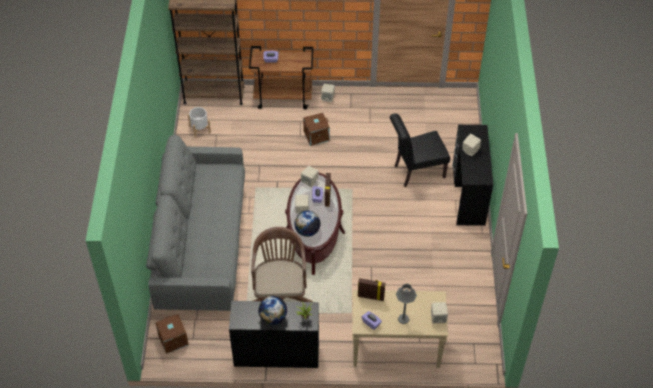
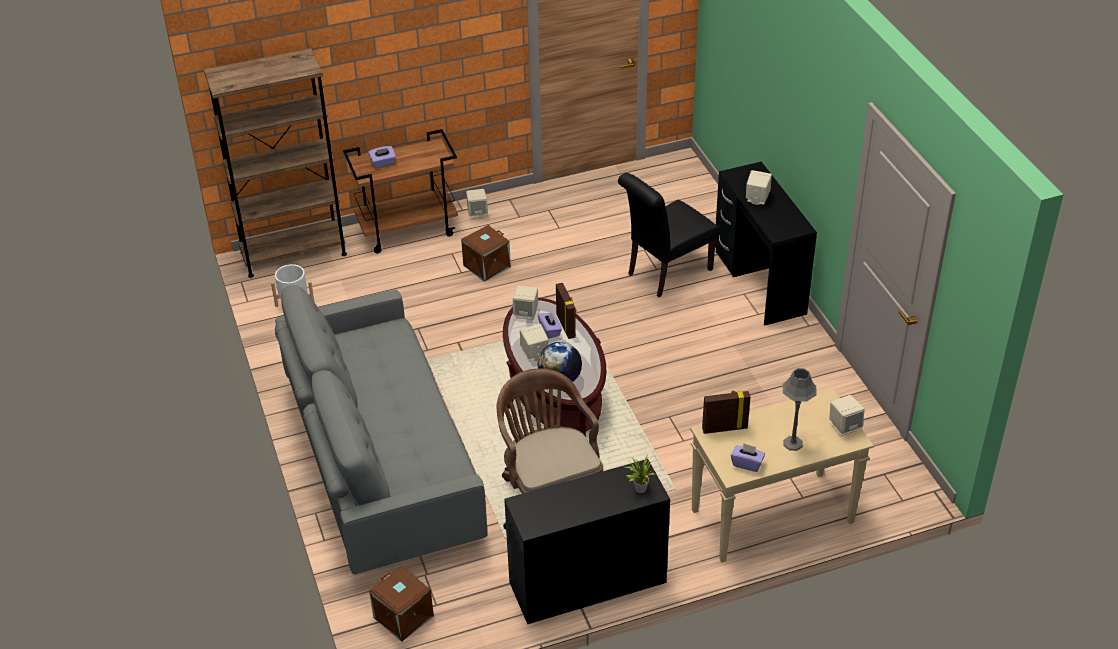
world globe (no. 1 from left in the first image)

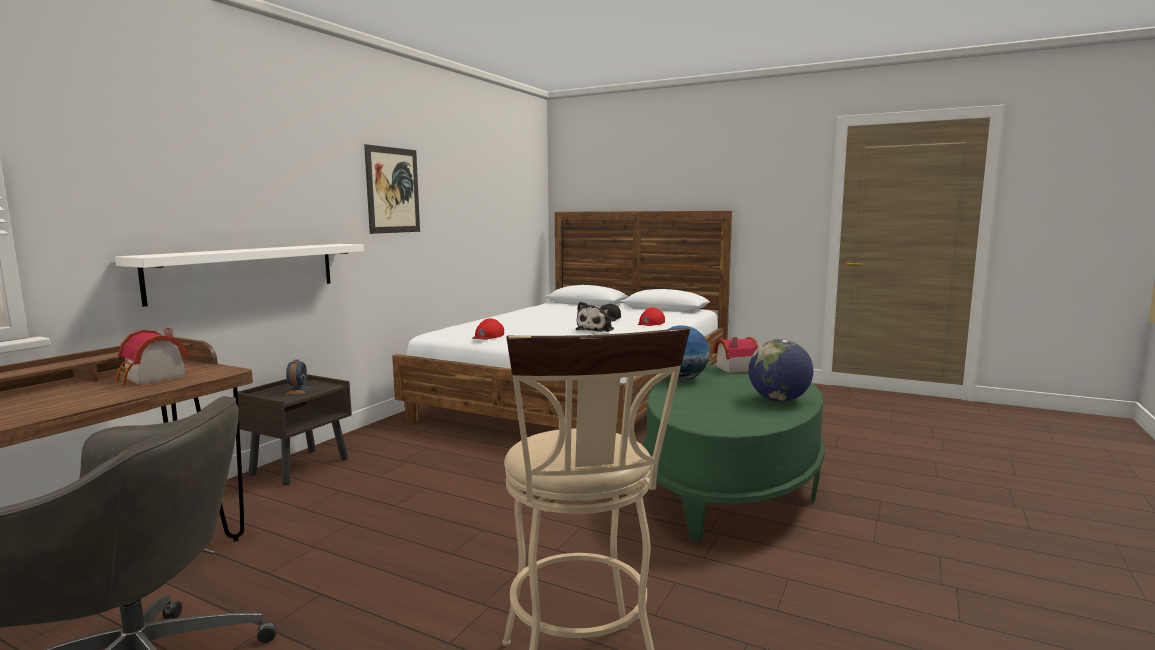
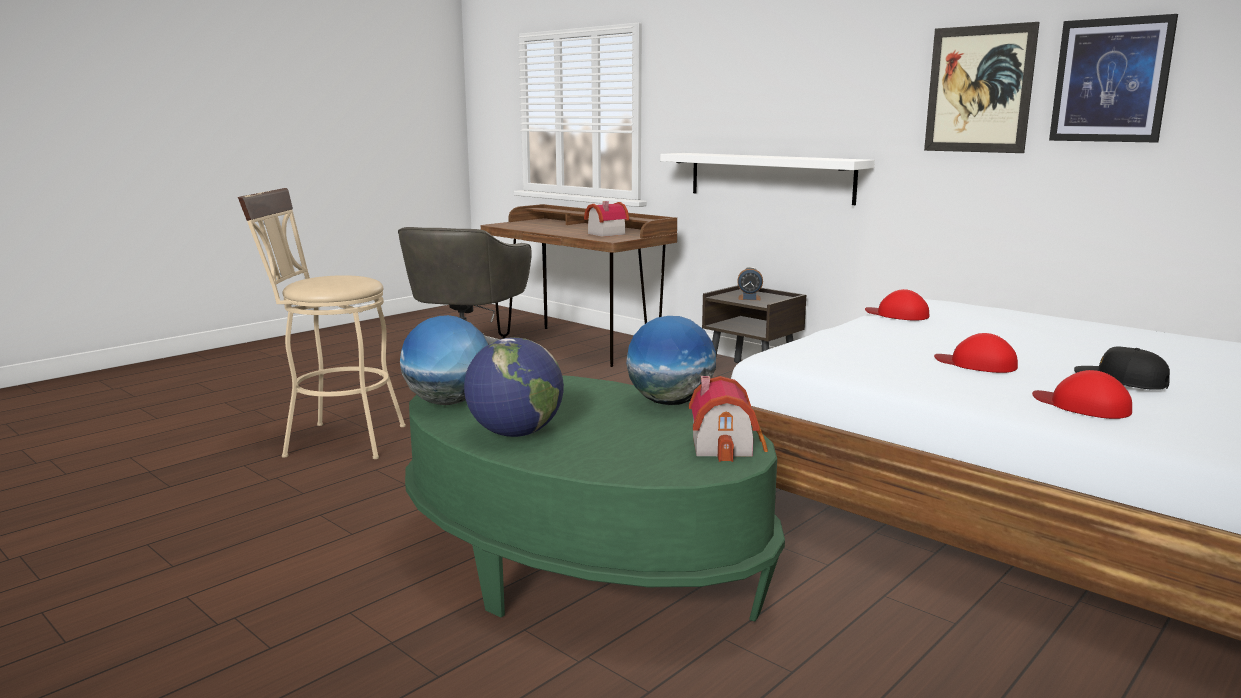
world globe (no. 1 from left)
wall picture (no. 2 from left)
peaked cap (red-coloured) (no. 2 from left)

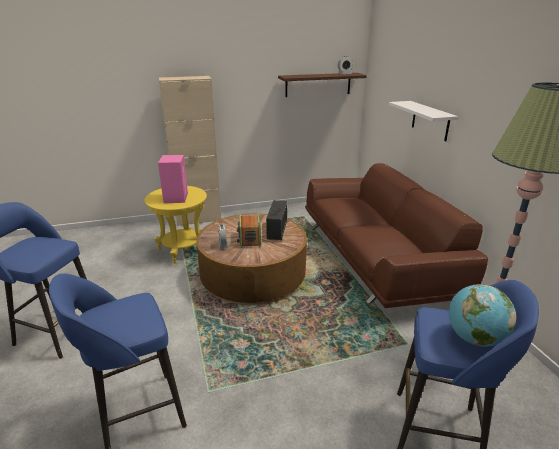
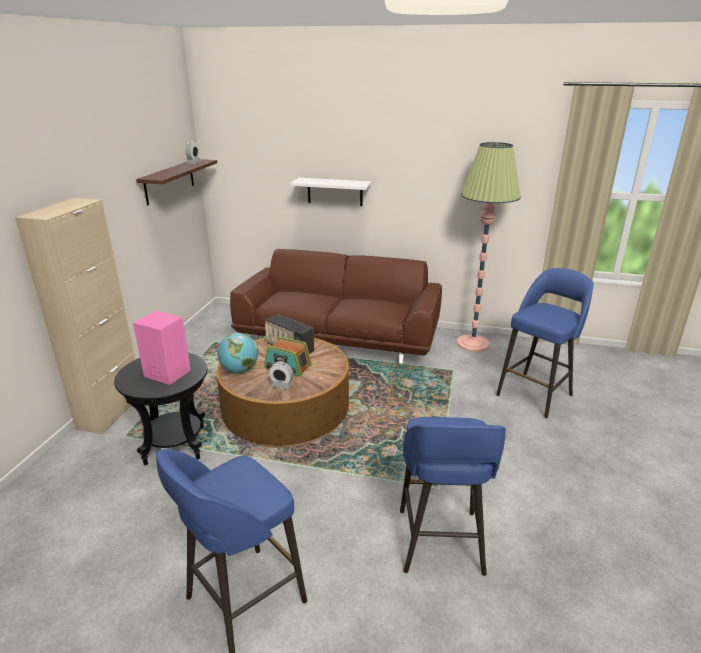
world globe
side table (black)

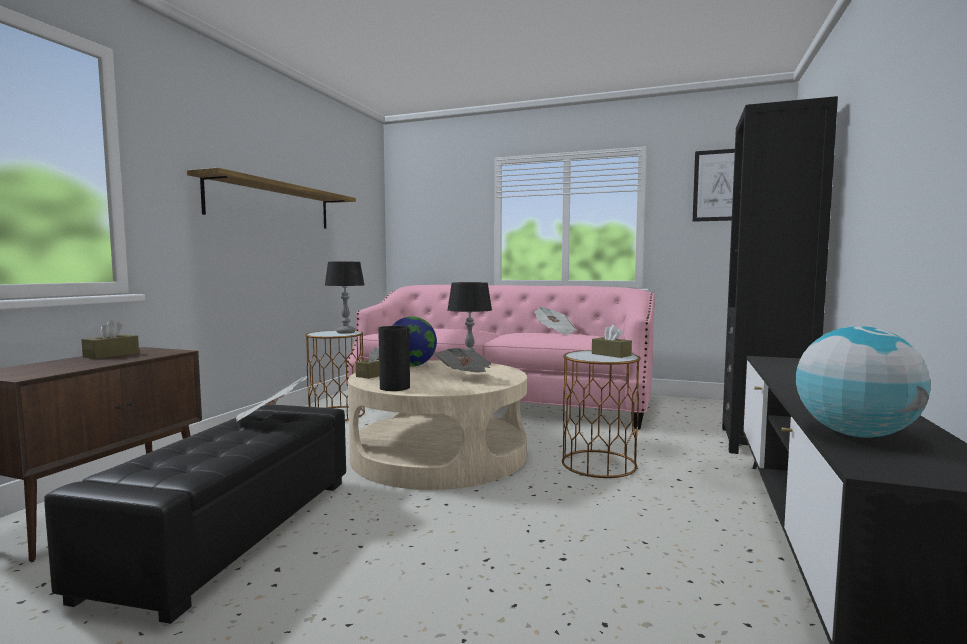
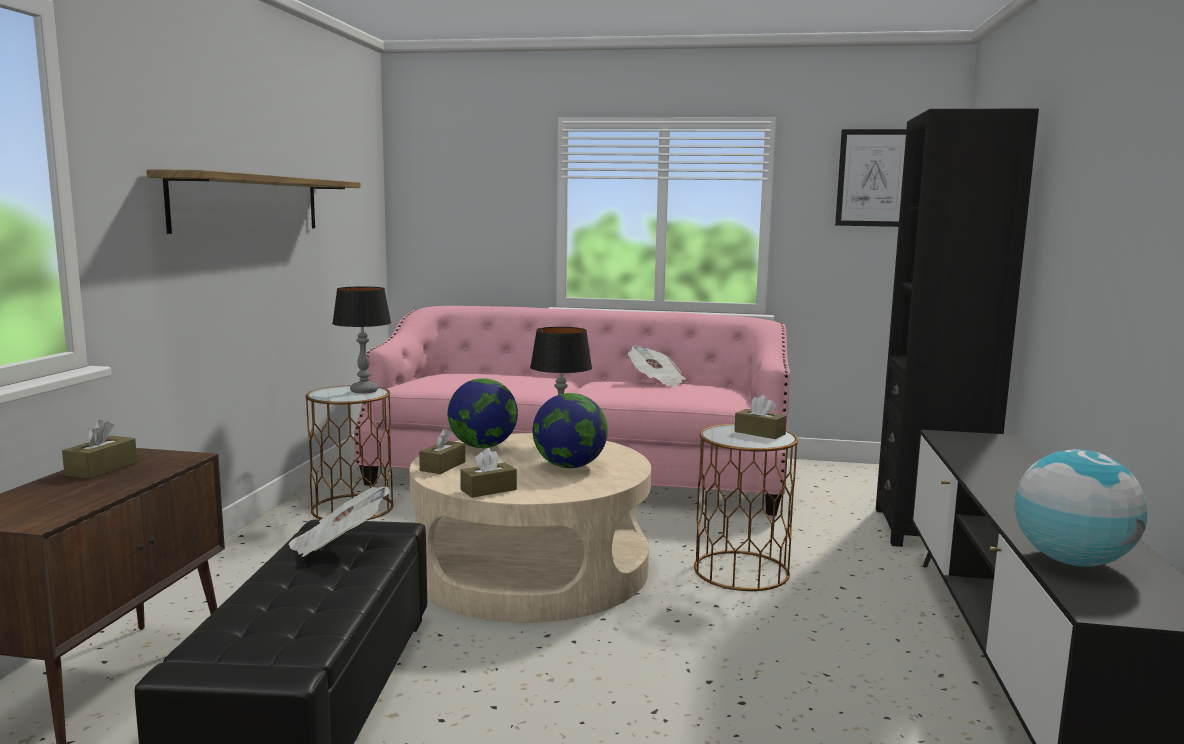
tissue holder (brown) (no. 3 from left)
world globe (no. 2 from left)

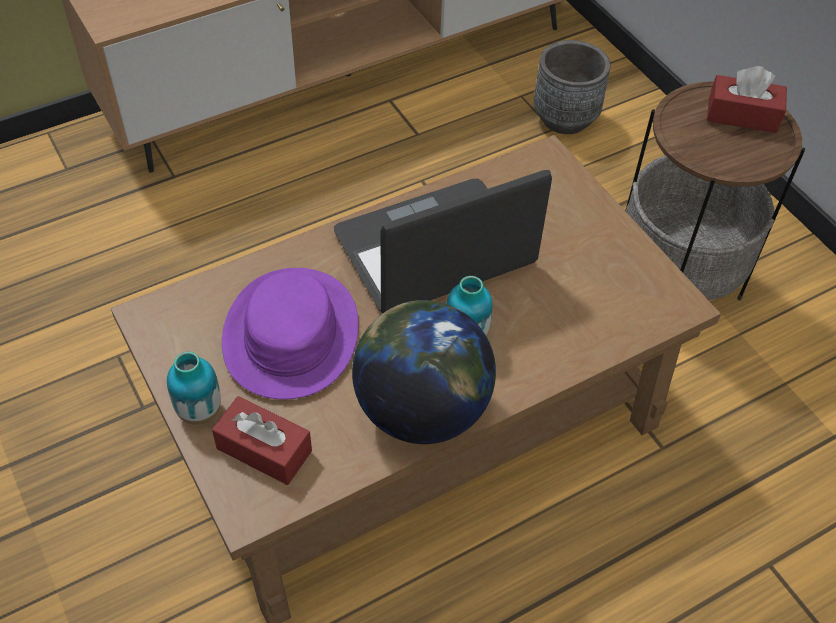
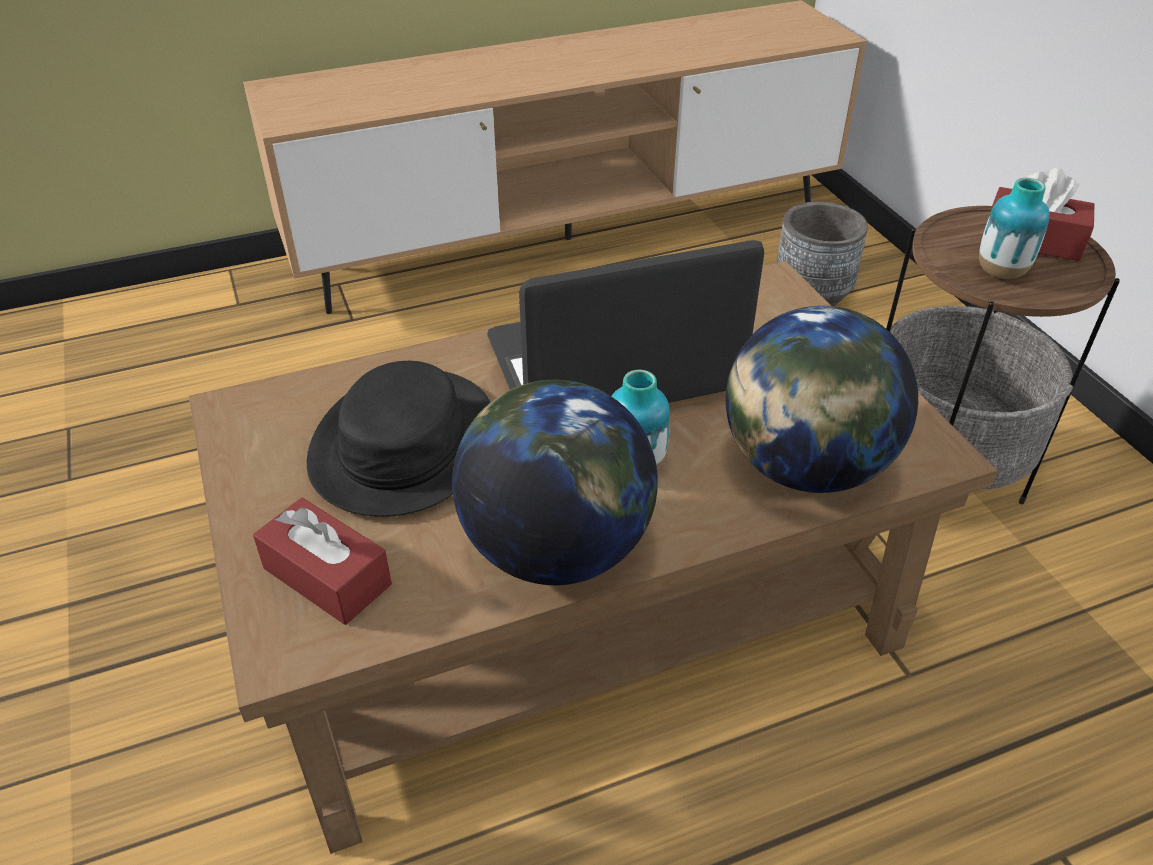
world globe (no. 2 from left)
decorative vase (no. 2 from left)
clothing hat (black)

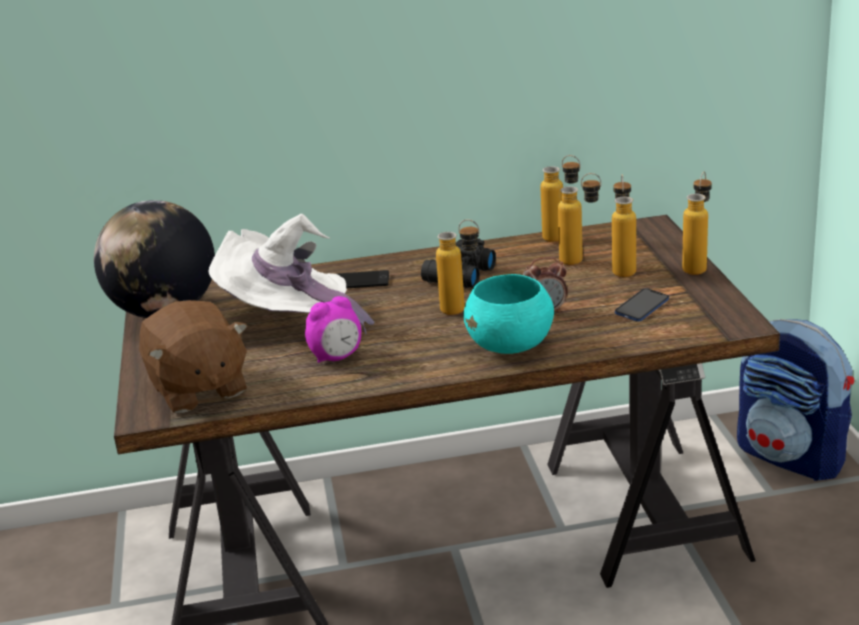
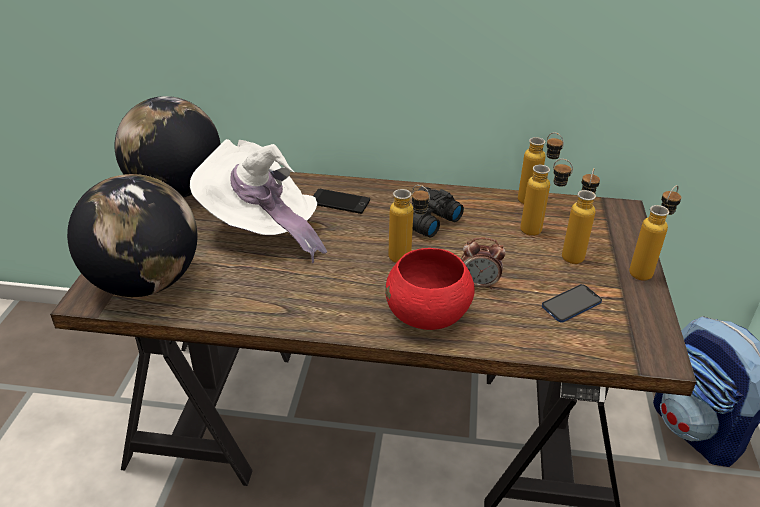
alarm clock (no. 1 from left in the first image)
world globe (no. 1 from left)
serving bowl (red-coloured)

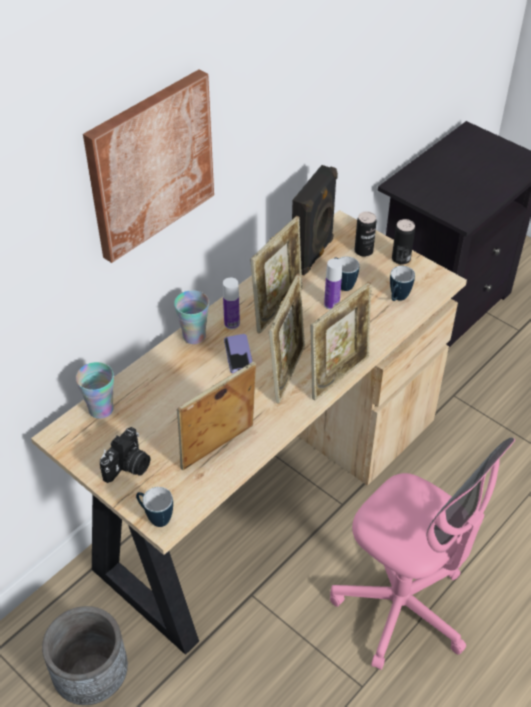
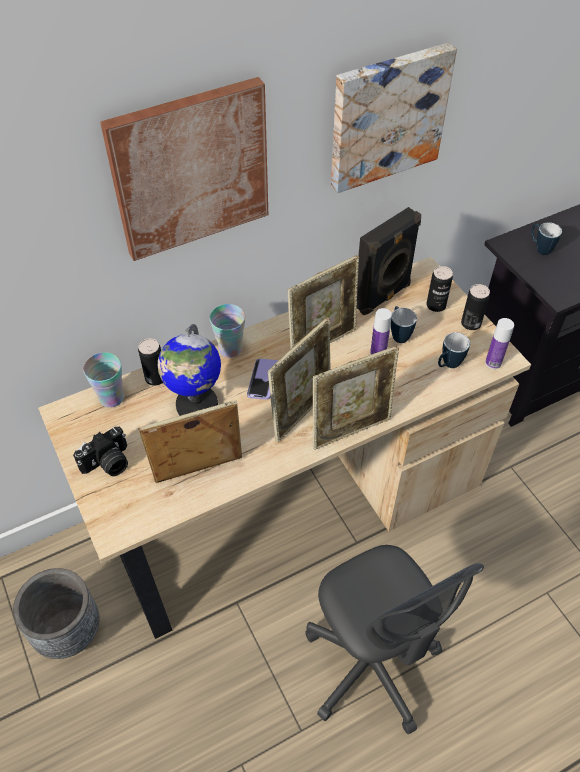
can (no. 1 from left)
world globe
wall picture (no. 2 from left)
tea mug (no. 3 from left)
bottle (no. 2 from left)
computer chair (greyish)

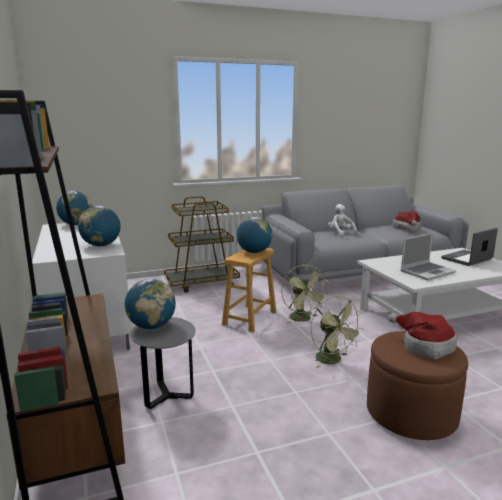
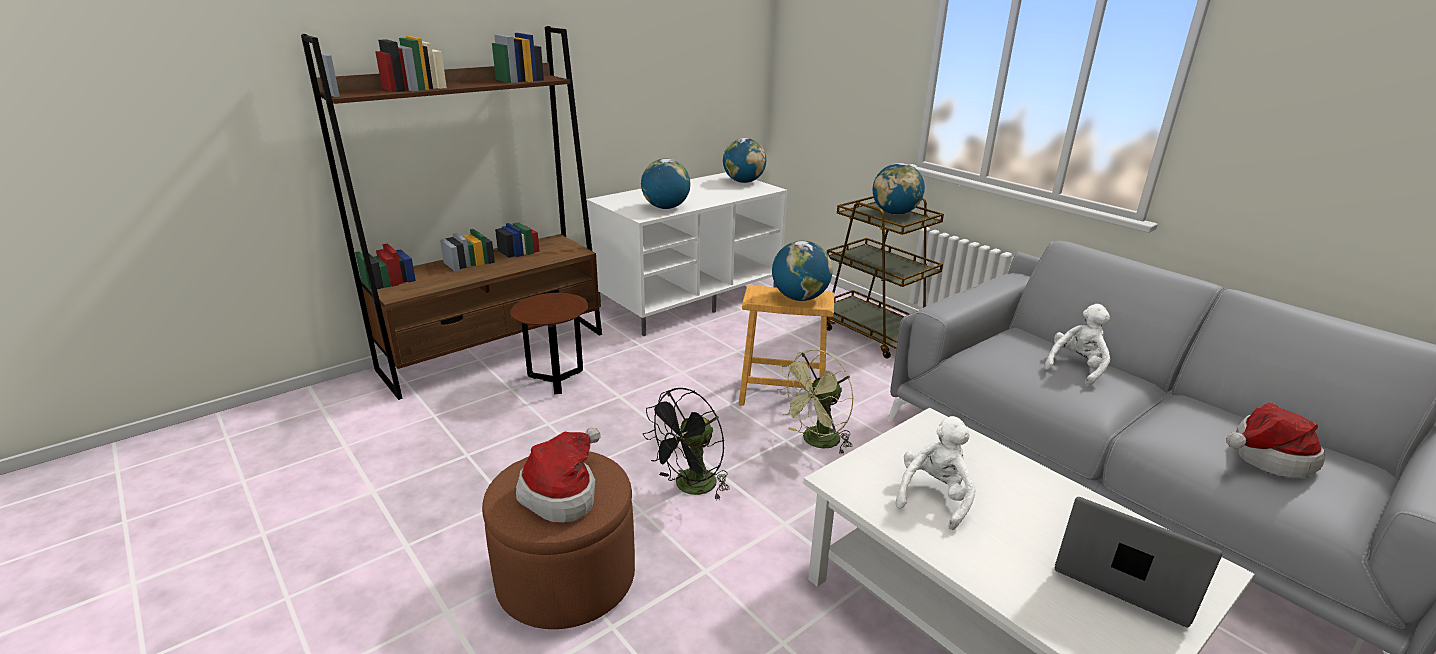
world globe (no. 4 from left)
cuddly toy (white) (no. 1 from left)
side table (brown)
cooling fan (black)

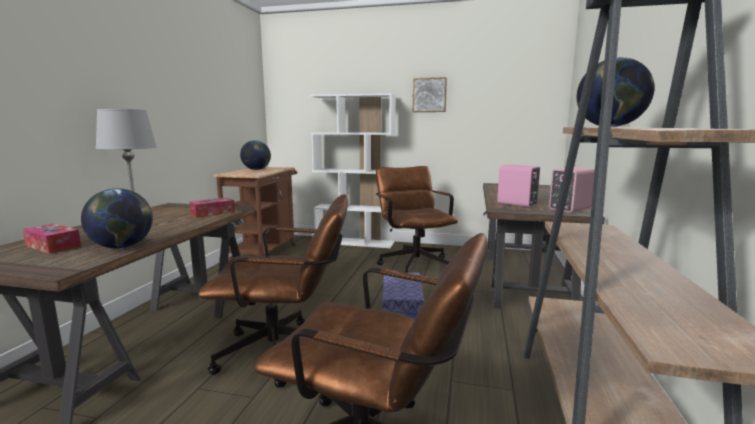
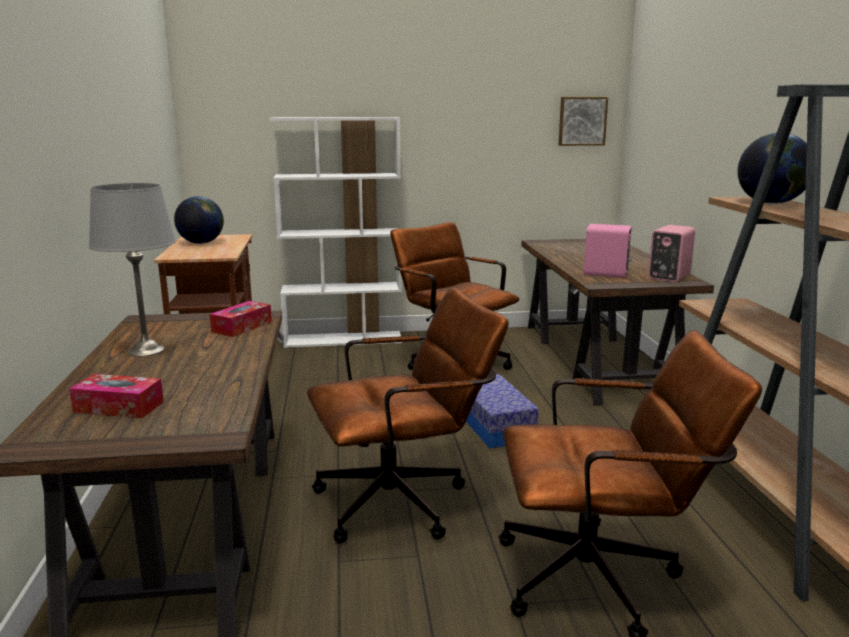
world globe (no. 1 from left in the first image)
wall picture

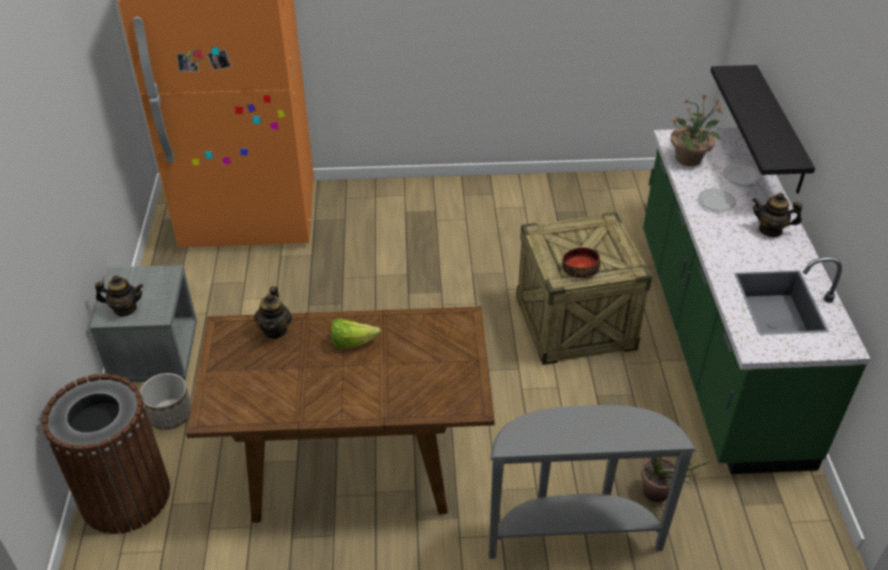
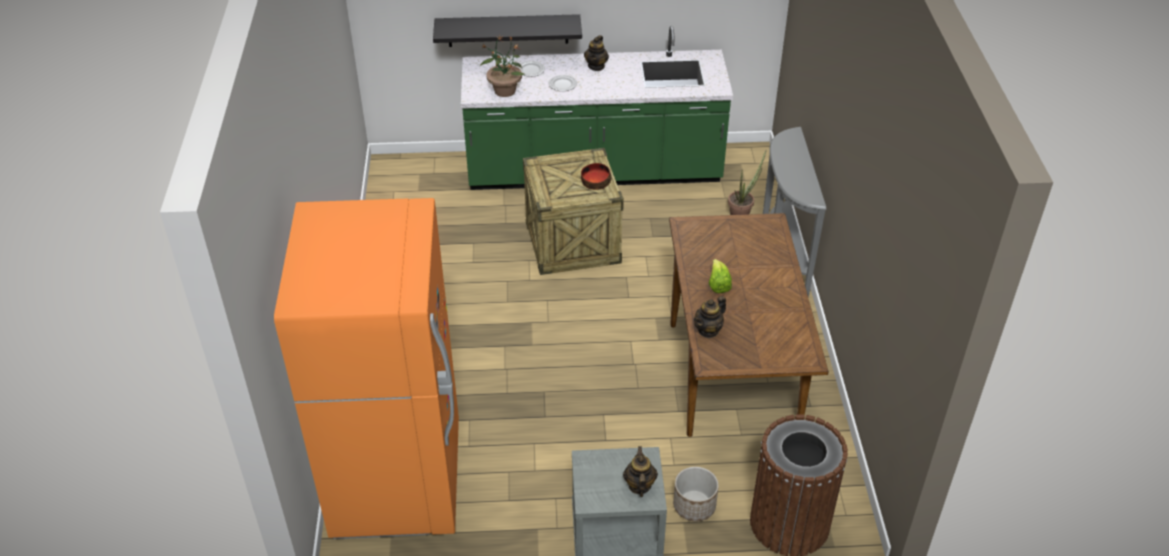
pot for tea (no. 3 from left)

